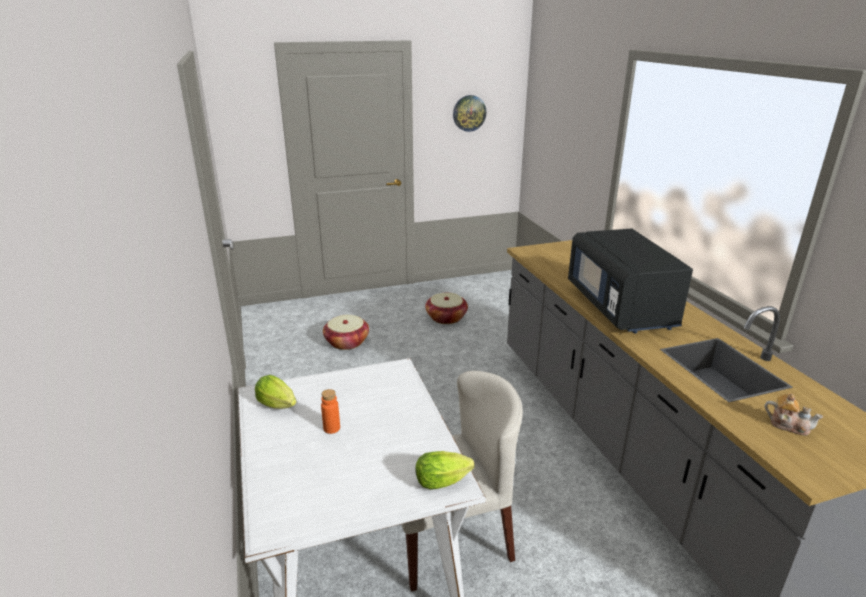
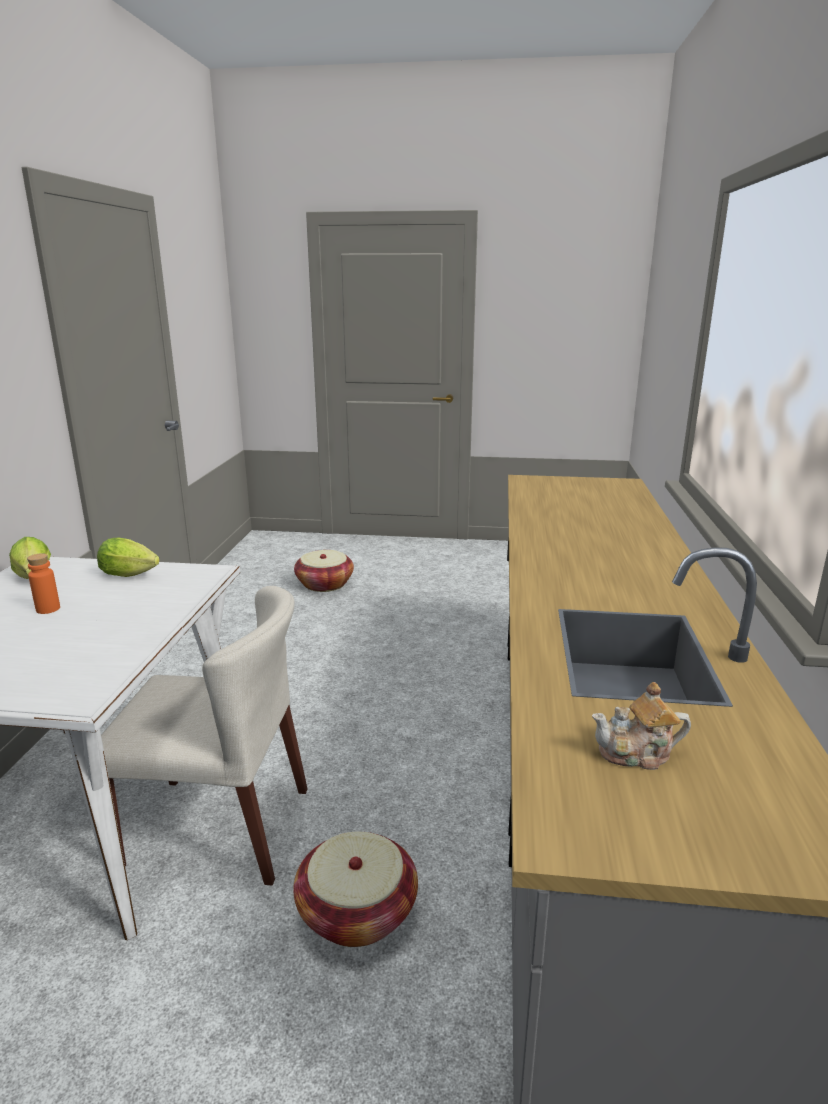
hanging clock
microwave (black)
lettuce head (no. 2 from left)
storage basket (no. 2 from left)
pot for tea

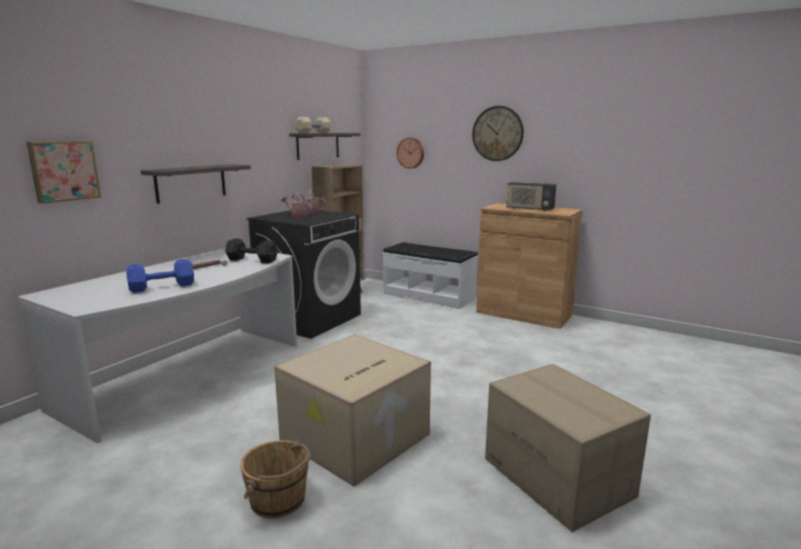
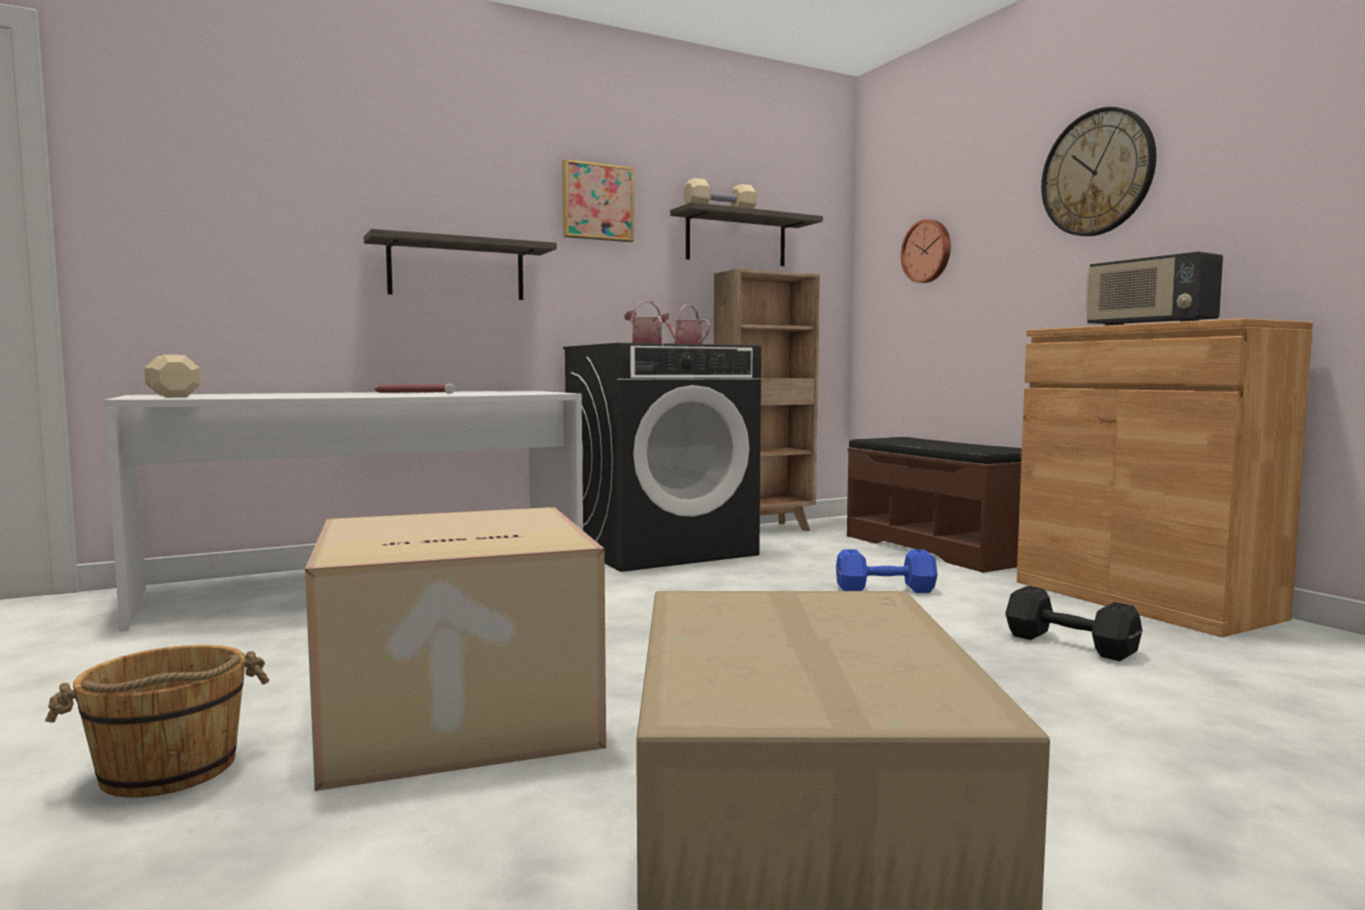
hand weight (beige) (no. 1 from left)
wall picture
hand weight (blue)
hand weight (black)
long seat (brown)

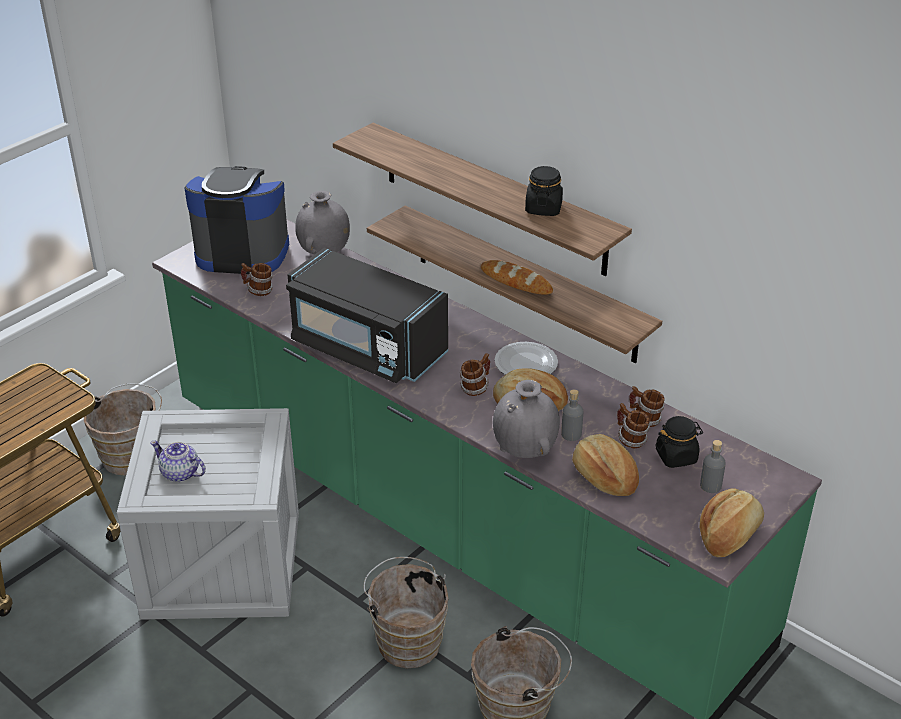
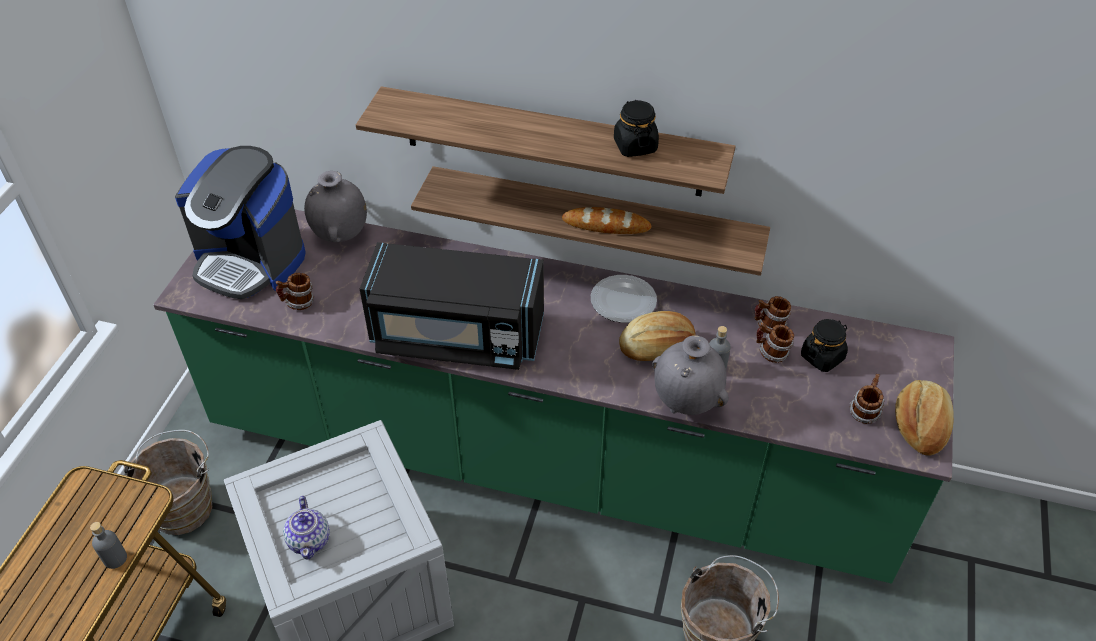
pail (brown) (no. 2 from left in the first image)
baked bread (no. 3 from left in the first image)
tea mug (no. 4 from left)
bottle (greyish) (no. 1 from left)
pot for tea
coffee maker

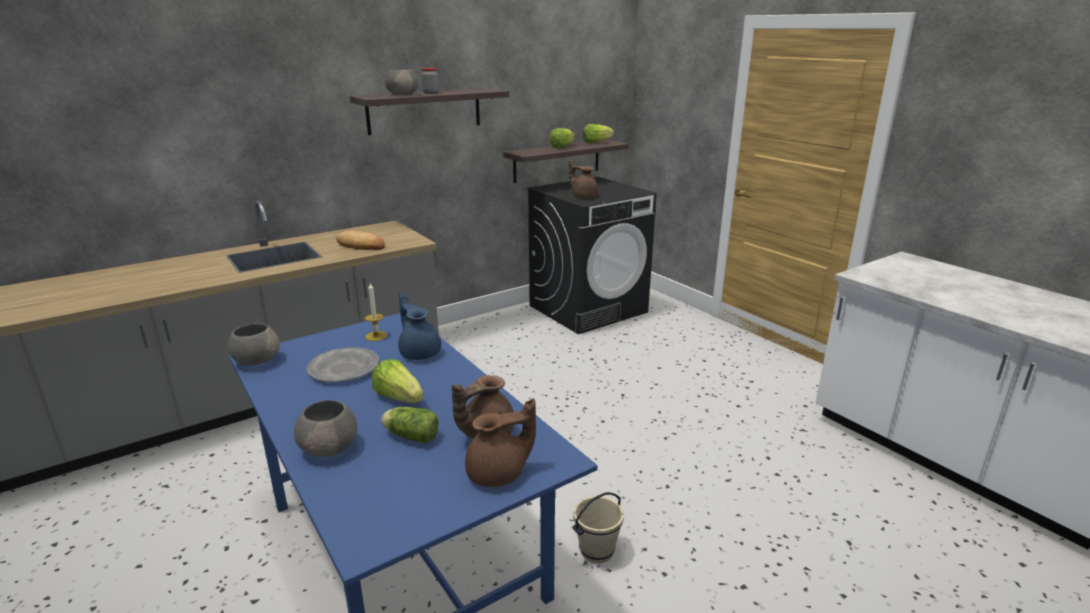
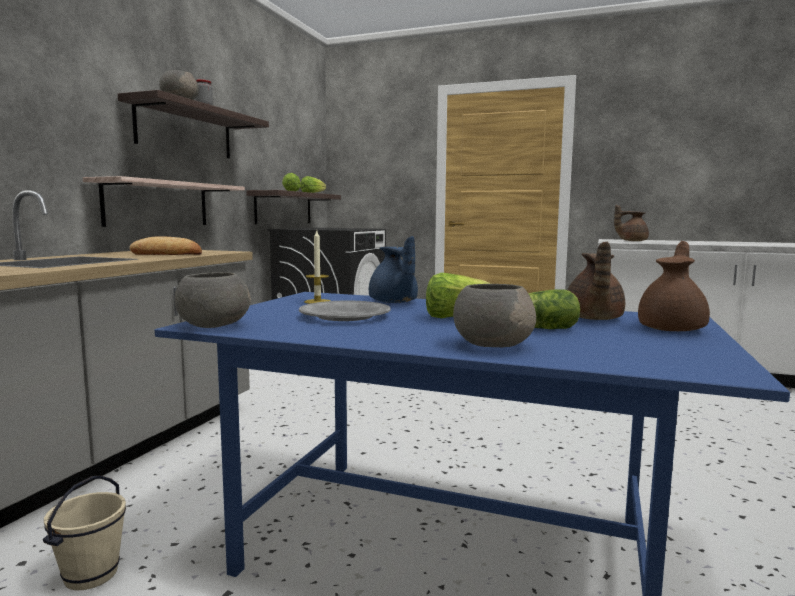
shelf (no. 1 from left)
pot for tea (brown) (no. 2 from left)
pail (beige)
pot for tea (blue)

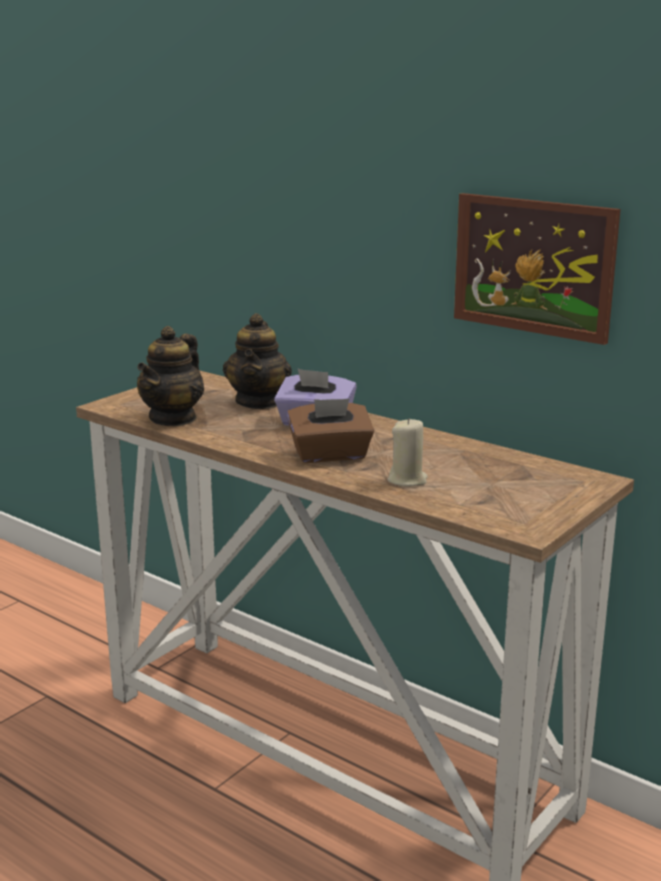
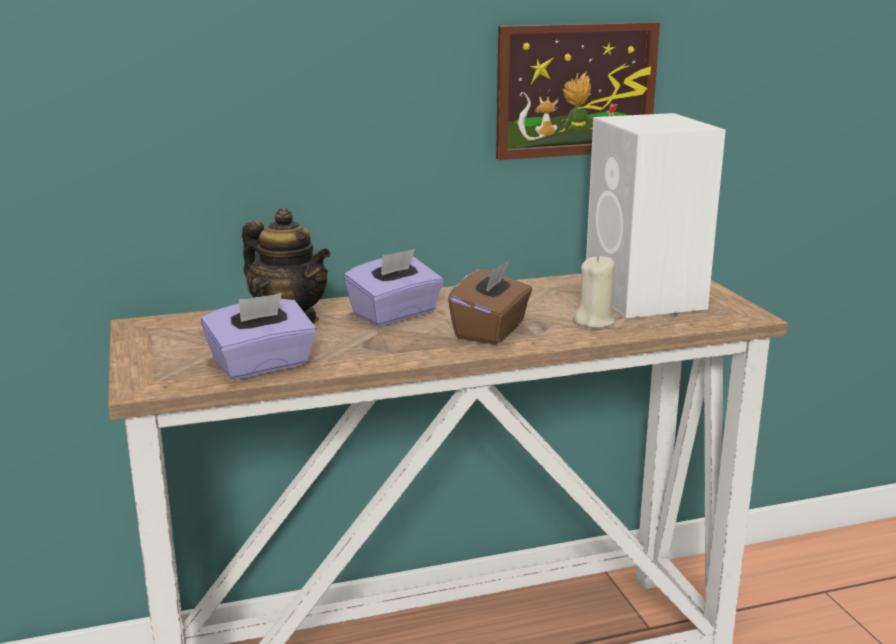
speaker (white)
tissue holder (purple) (no. 1 from left)

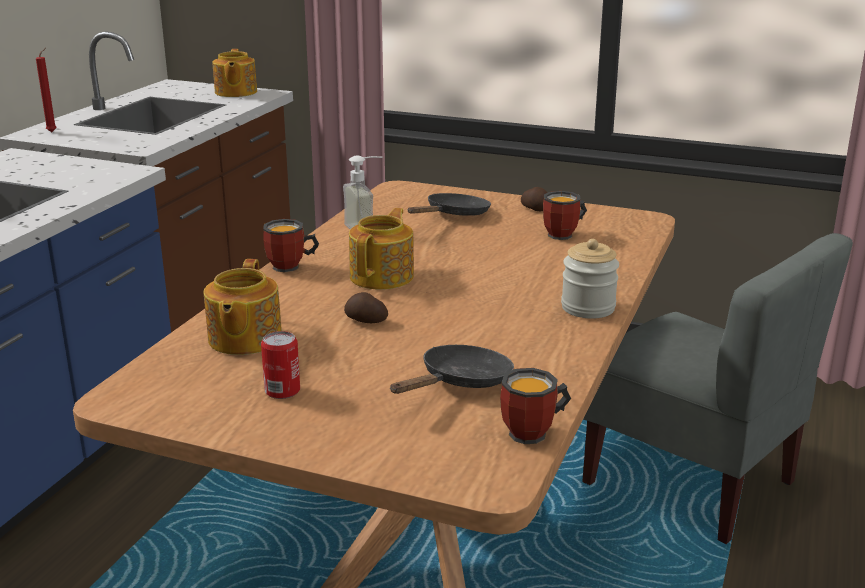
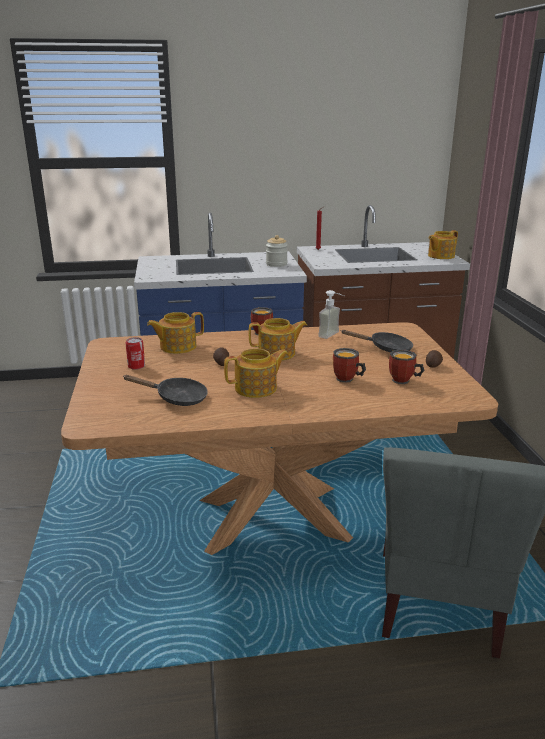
pot for tea (no. 2 from left)
tea mug (no. 2 from left)
preserve jar

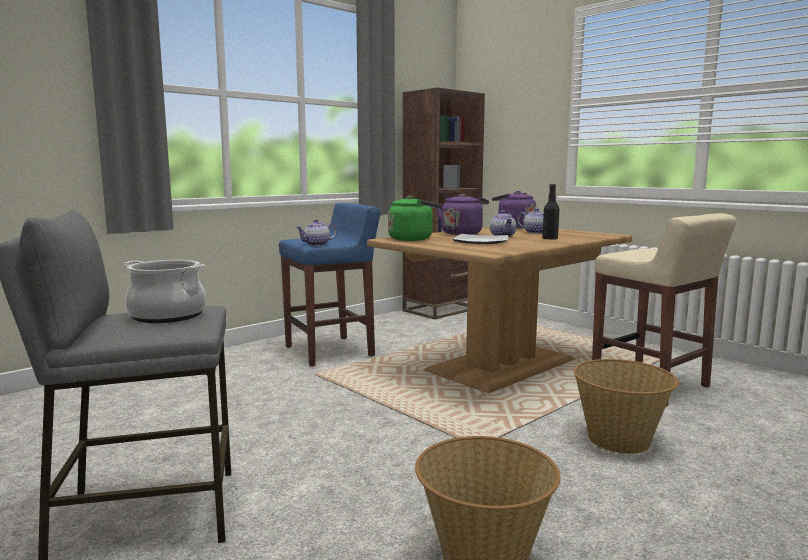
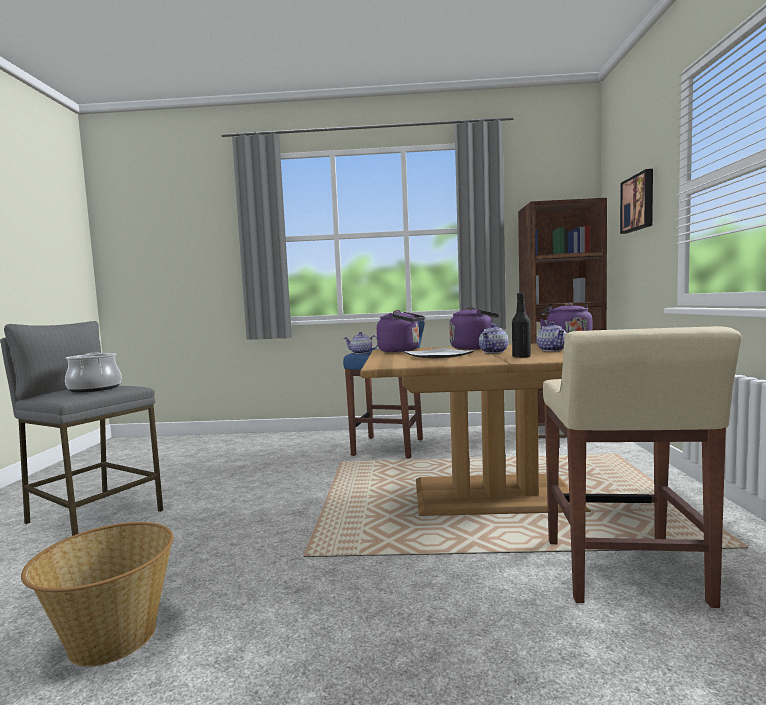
storage basket (no. 2 from left in the first image)
wall picture
water kettle (purple) (no. 1 from left)

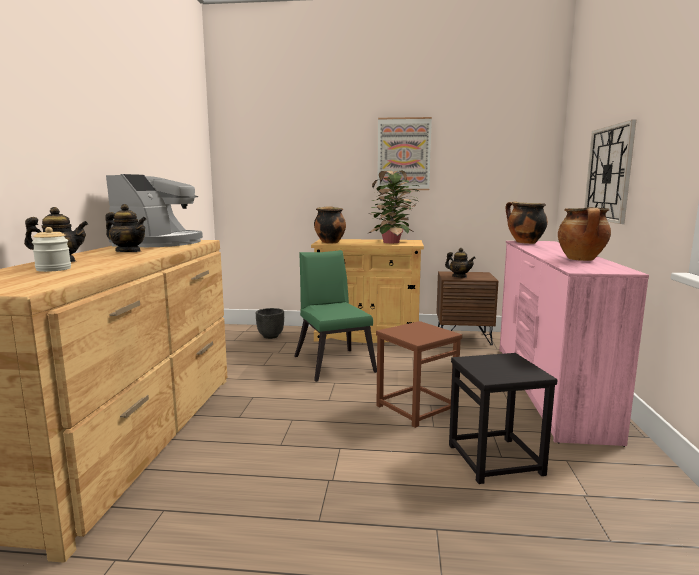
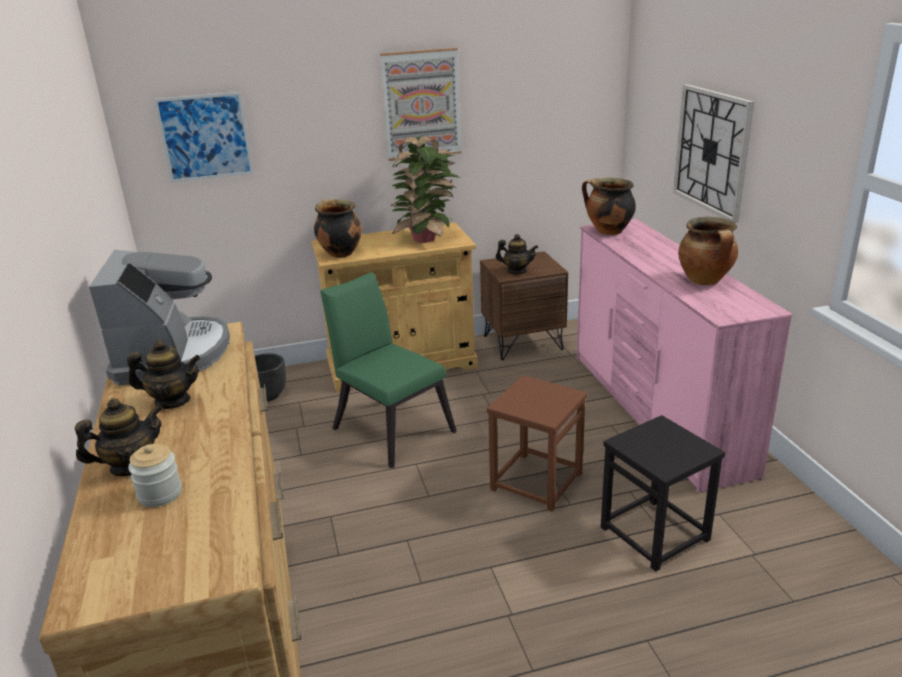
wall picture (no. 1 from left)

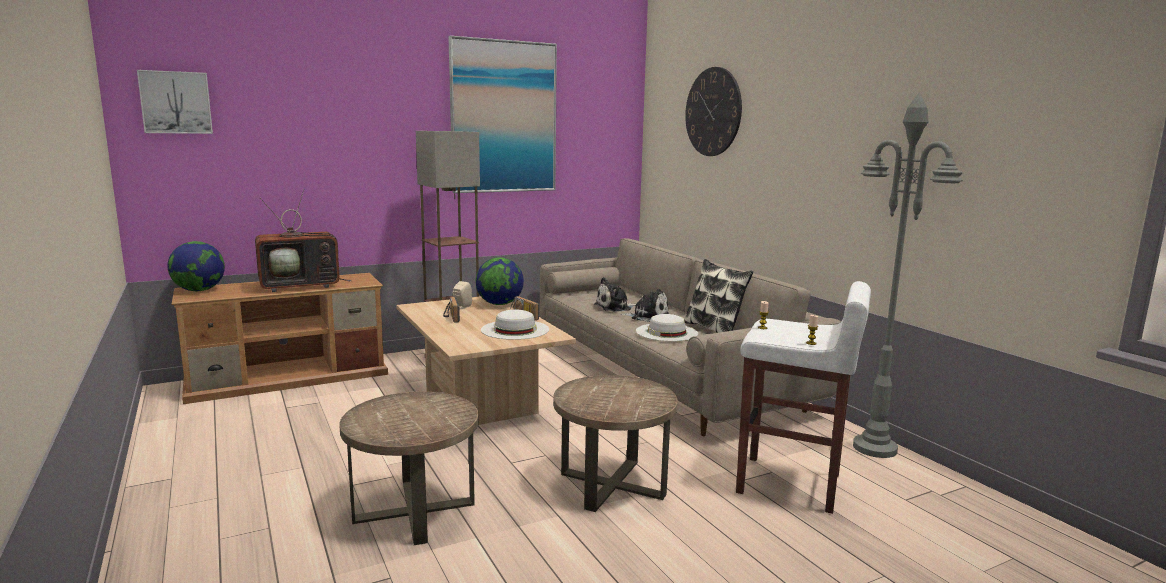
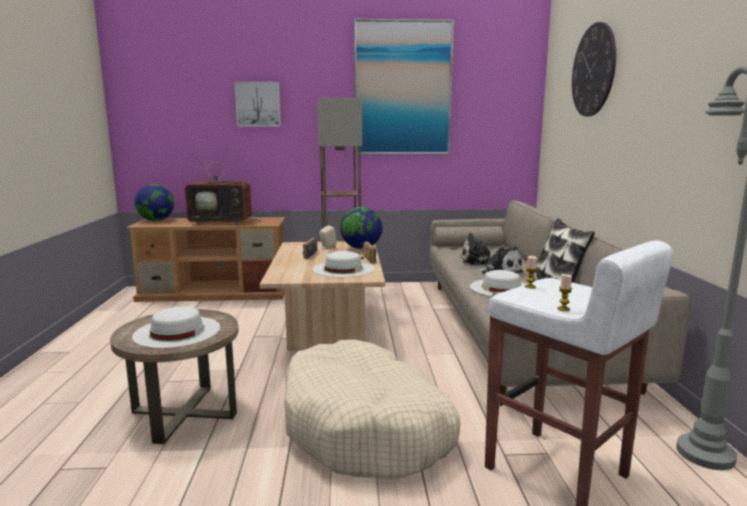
clothing hat (white) (no. 1 from left)
wall picture (no. 1 from left)
dog cushion (beige)

